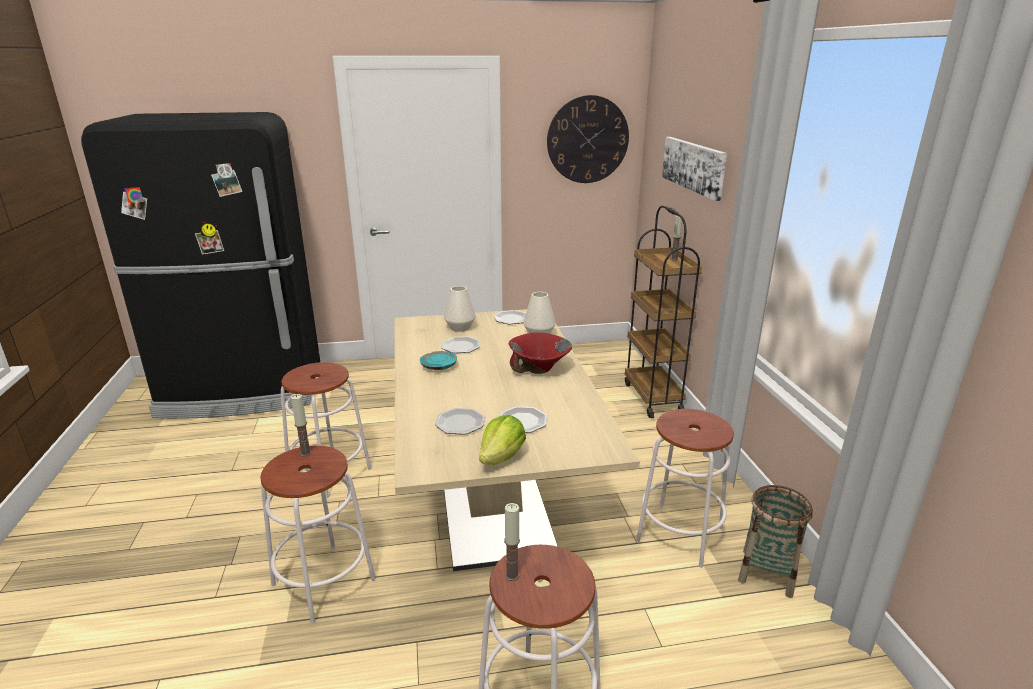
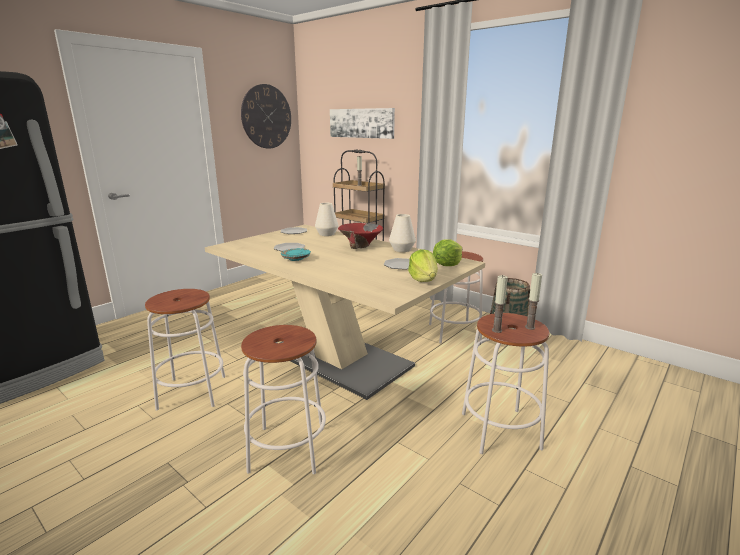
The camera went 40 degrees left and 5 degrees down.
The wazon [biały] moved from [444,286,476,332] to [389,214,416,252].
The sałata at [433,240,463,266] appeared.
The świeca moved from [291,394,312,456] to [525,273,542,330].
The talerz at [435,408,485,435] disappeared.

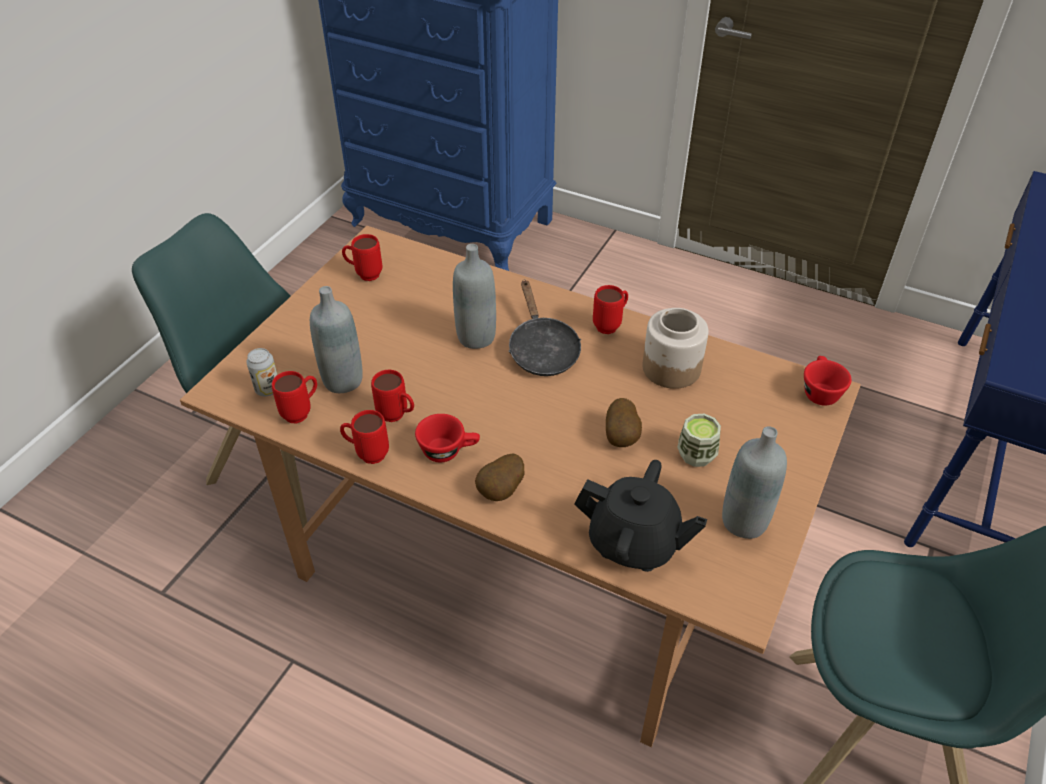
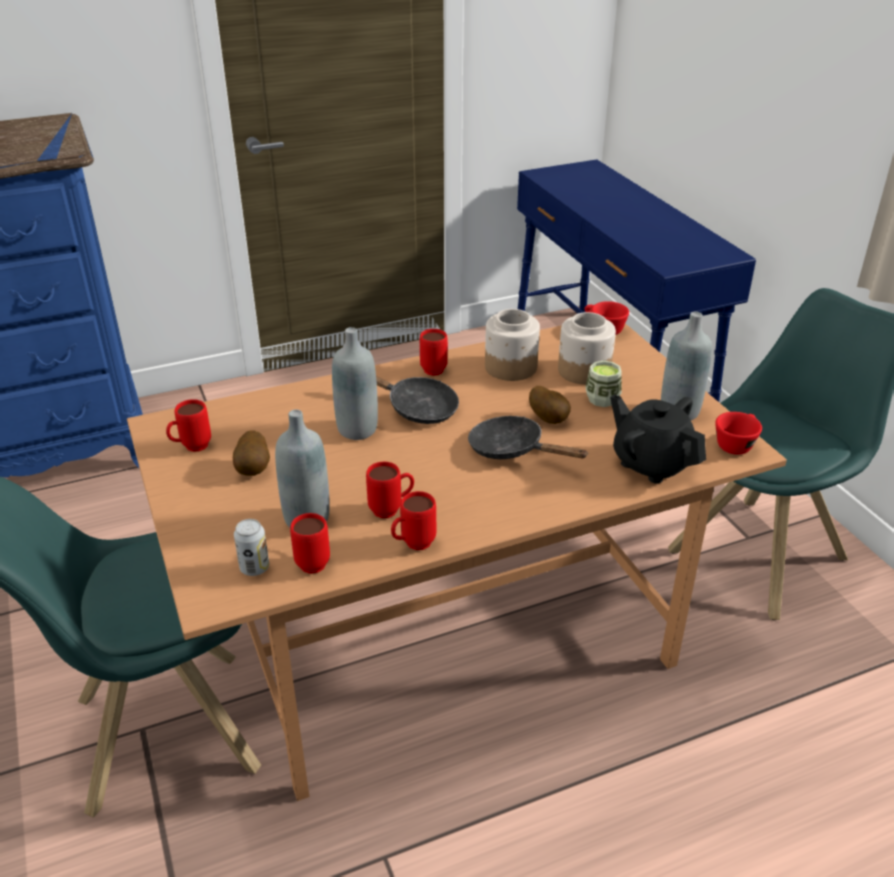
The camera went 50 degrees left and 10 degrees down.
The ziemniak moved from [475,453,524,501] to [233,430,270,476].
The patelnia [czarny] at [468,416,588,459] appeared.
The słoik at [558,312,616,385] appeared.
The imbryk [czarny] at [574,460,707,572] turned 105 degrees counterclockwise.
The filiżanka [czerwony] moved from [415,414,480,462] to [715,412,762,455].

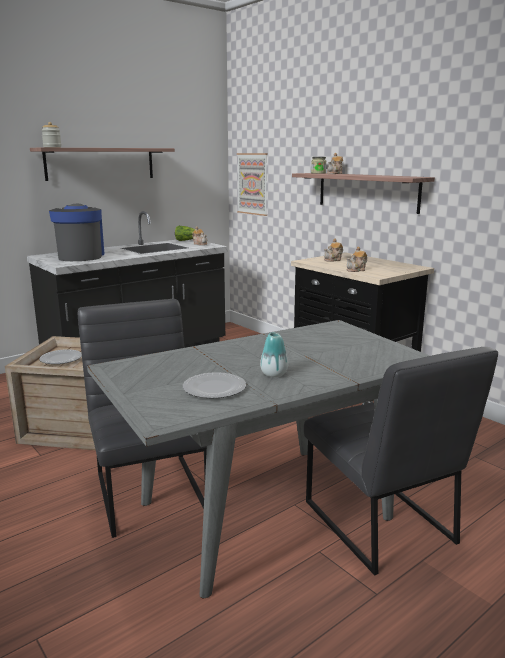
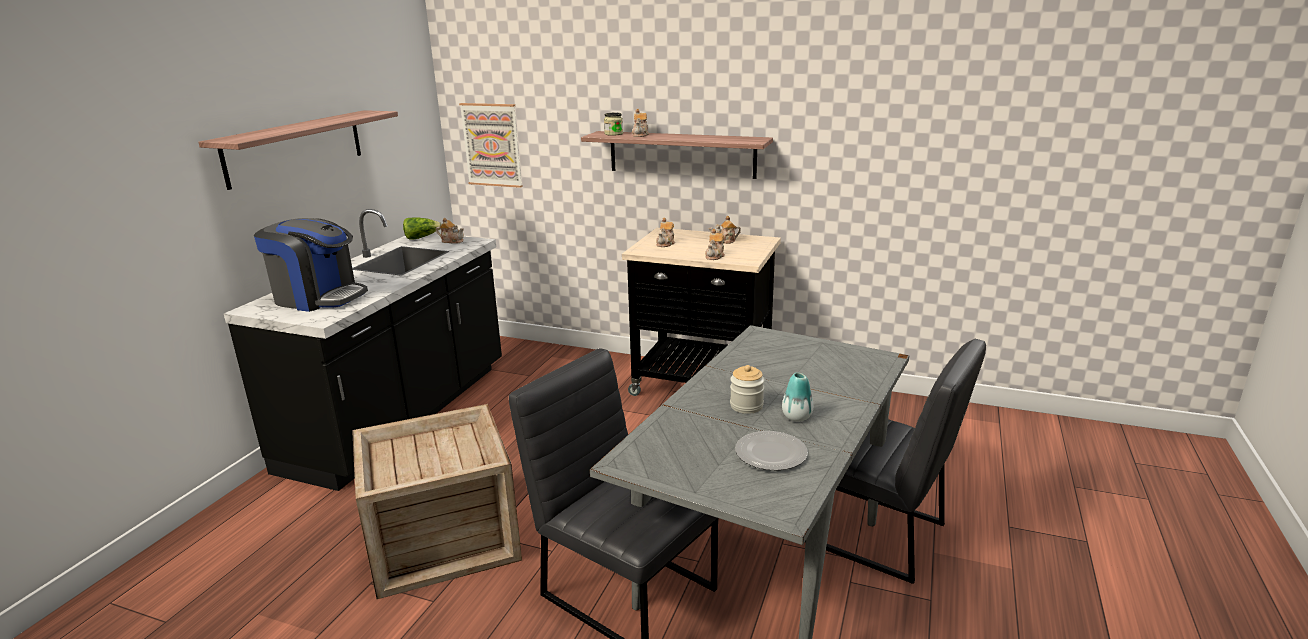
The camera went 30 degrees left and 5 degrees up.
The ekspres do kawy at [49,204,104,261] turned 150 degrees clockwise.
The imbryk at [708,216,741,244] appeared.
The słoik moved from [41,122,62,148] to [730,365,765,414].
The talerz at [39,349,82,364] disappeared.

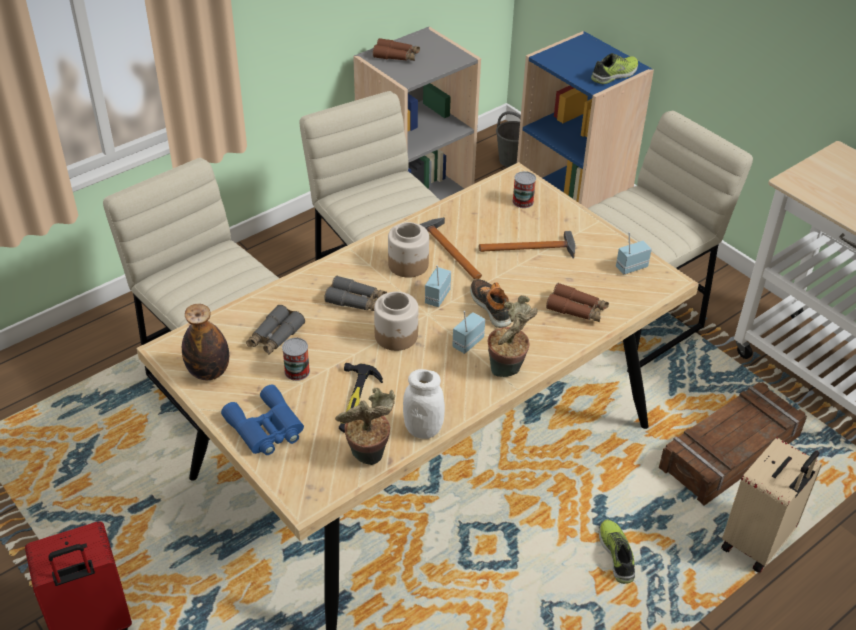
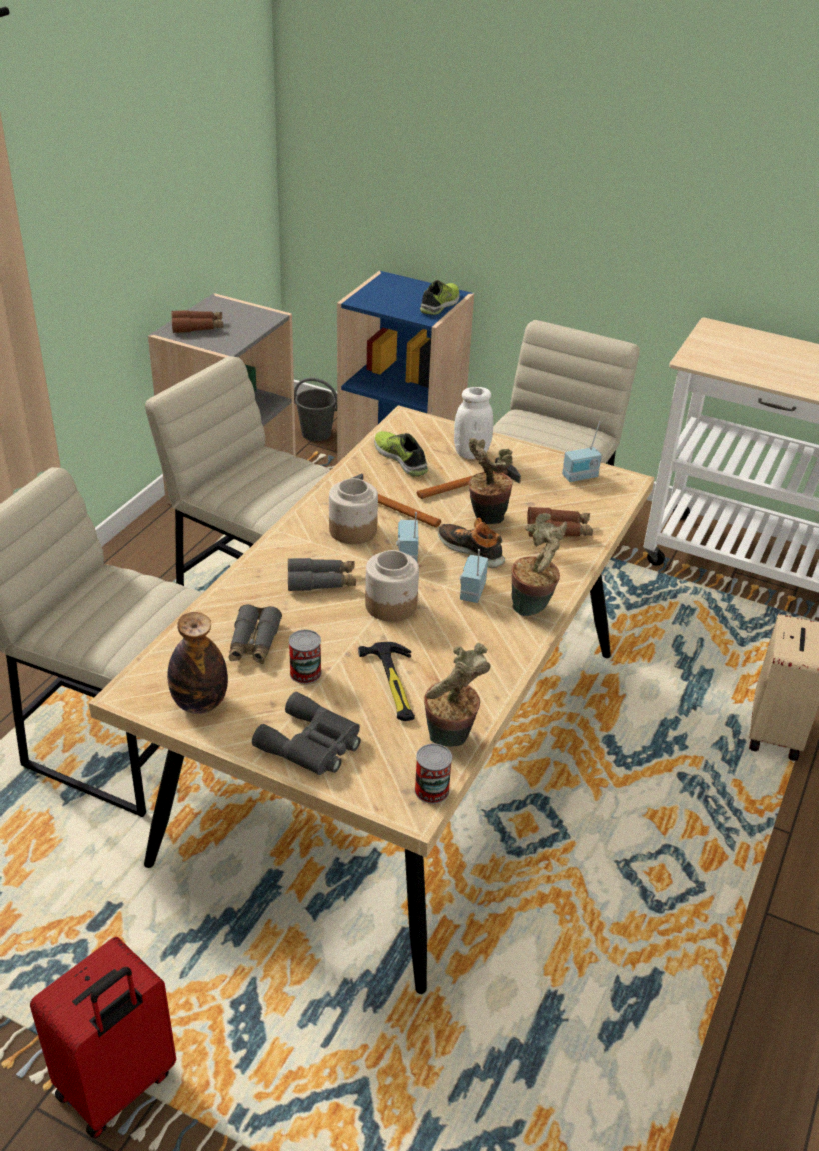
The camera went 25 degrees left and 5 degrees down.
The lornetka [niebieski] at [221,384,304,455] became the lornetka [szary] at [252,692,361,775].
The but moved from [599,520,635,584] to [374,431,428,477].
The puszka moved from [512,171,536,208] to [414,744,452,804].
The słoik [biały] moved from [403,369,445,439] to [454,387,493,459].
The roślina doniczkowa at [468,438,513,524] appeared.
The radio at [616,232,652,274] turned 150 degrees counterclockwise.
The skrzynka at [659,382,807,506] disappeared.

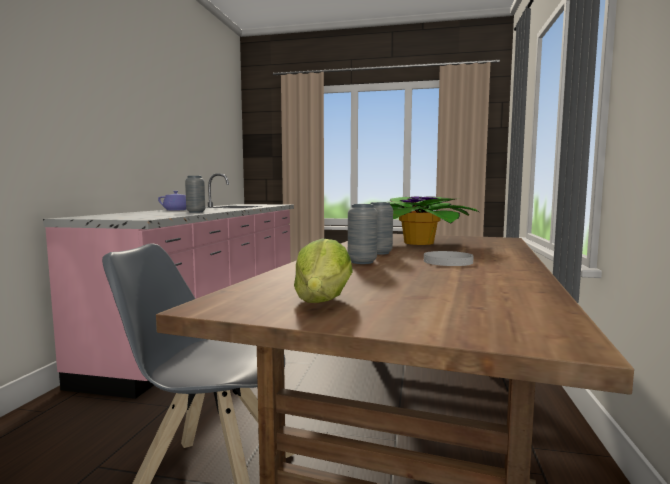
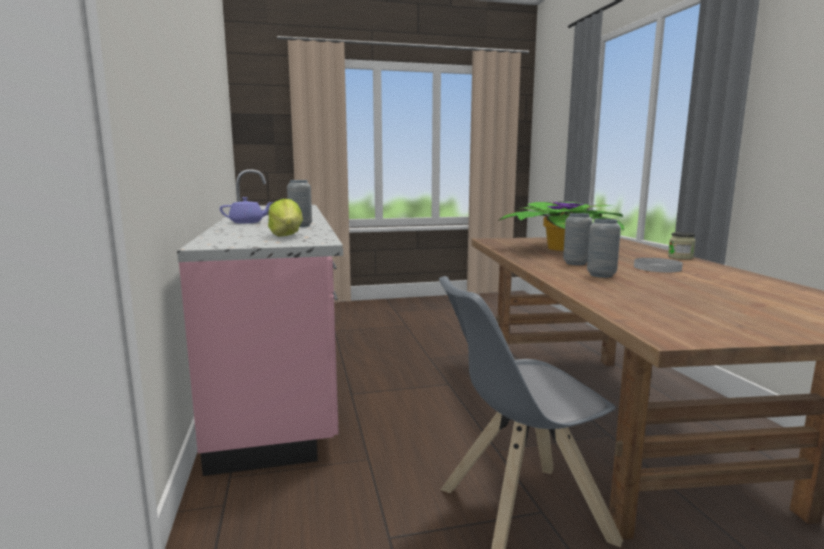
The camera went 25 degrees left and 5 degrees up.
The sałata moved from [294,238,353,303] to [268,199,303,237].
The słoik at [668,232,696,259] appeared.

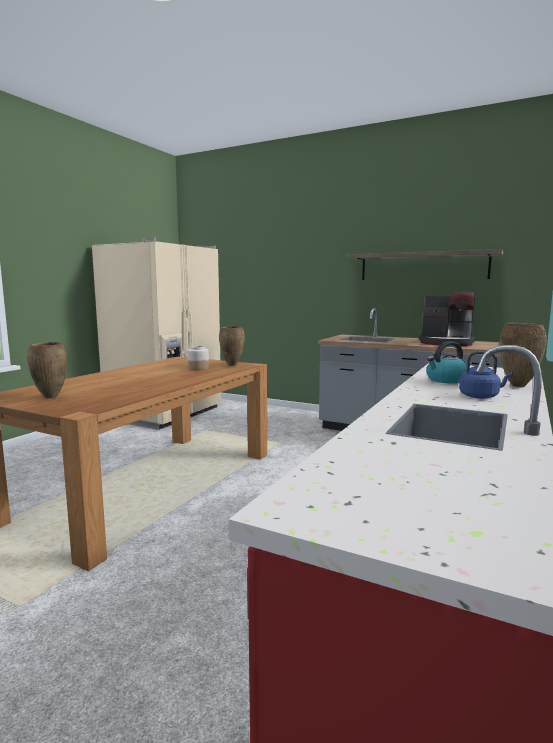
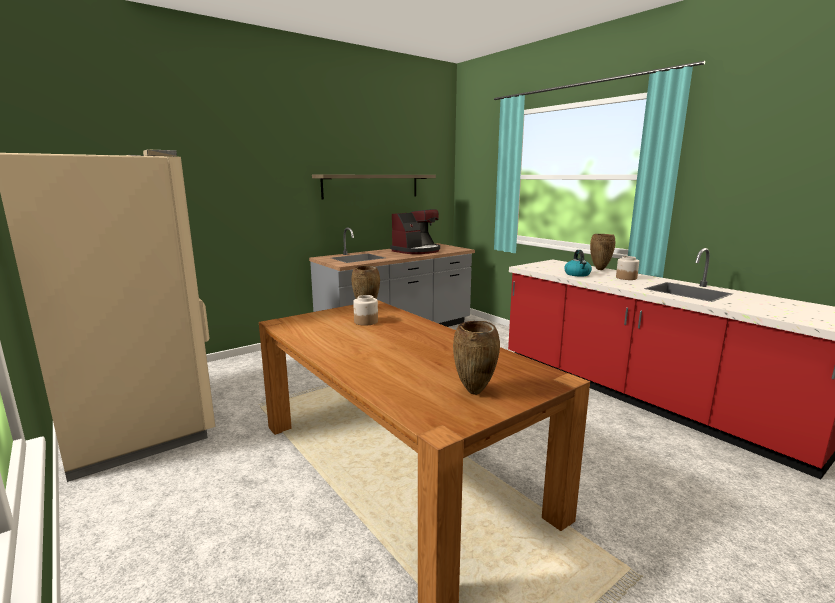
The camera went 65 degrees left and 5 degrees up.
The czajnik [niebieski] at [459,351,513,399] was replaced by the słoik at [616,256,639,280].

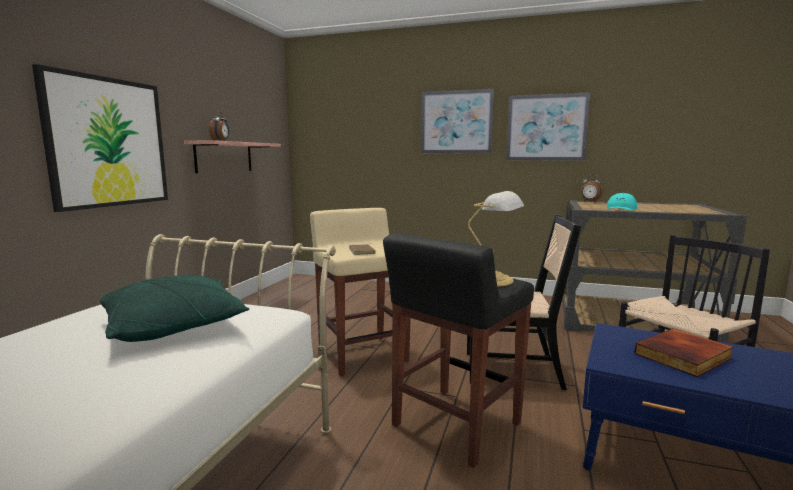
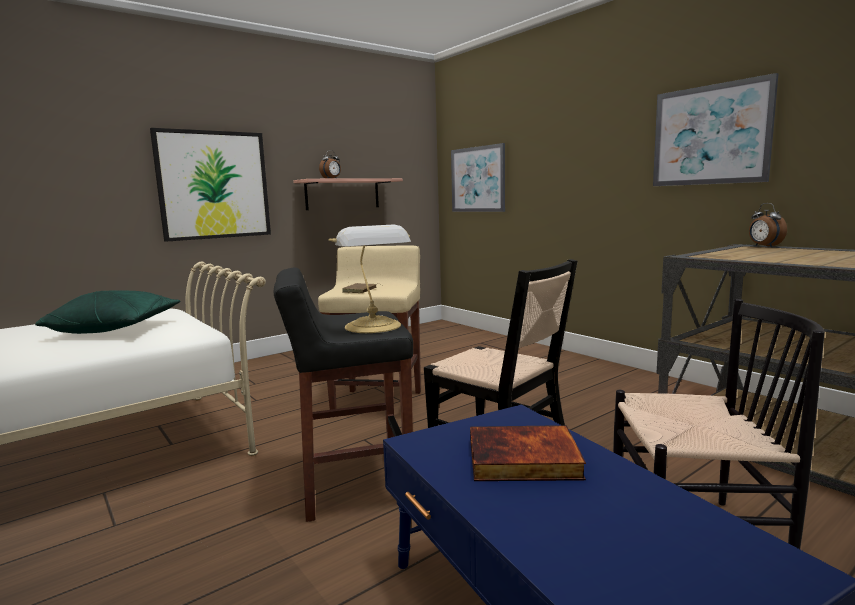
The camera went 35 degrees right and 0 degrees up.
The obraz moved from [421,89,494,153] to [451,143,505,212].
The czapka z daszkiem [turkusowy] at [607,193,638,211] disappeared.

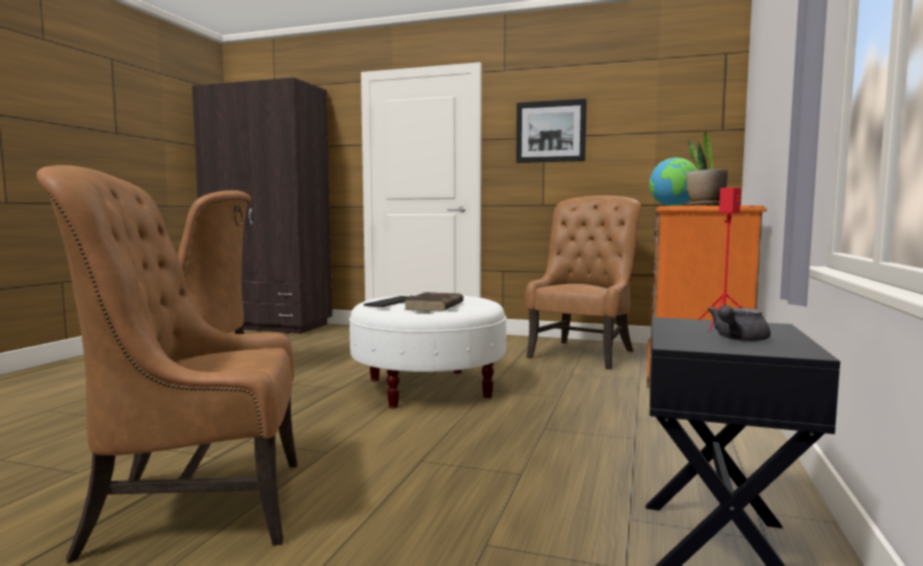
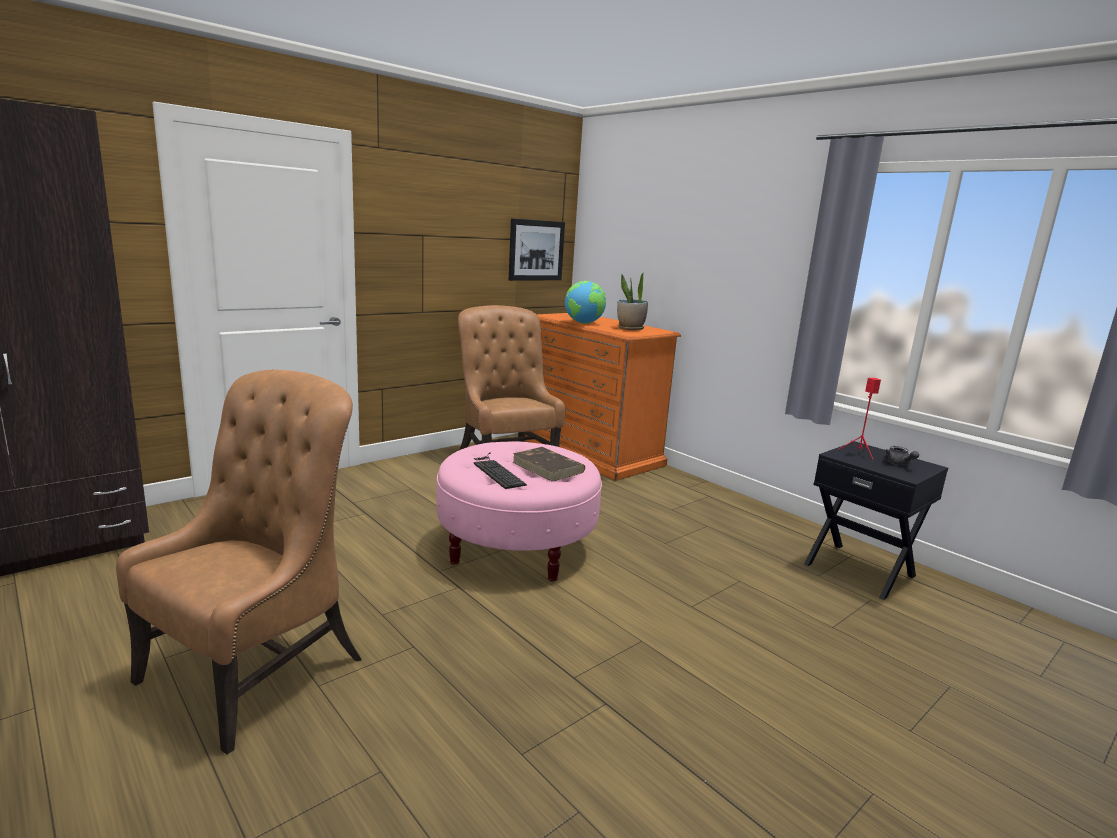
The camera went 60 degrees left and 10 degrees up.
The pufa [biały] at [349,295,506,408] became the pufa [różowy] at [436,441,602,581].
The obraz moved from [516,99,587,163] to [509,218,565,281].
The krzesło [brązowy] at [37,165,297,564] disappeared.

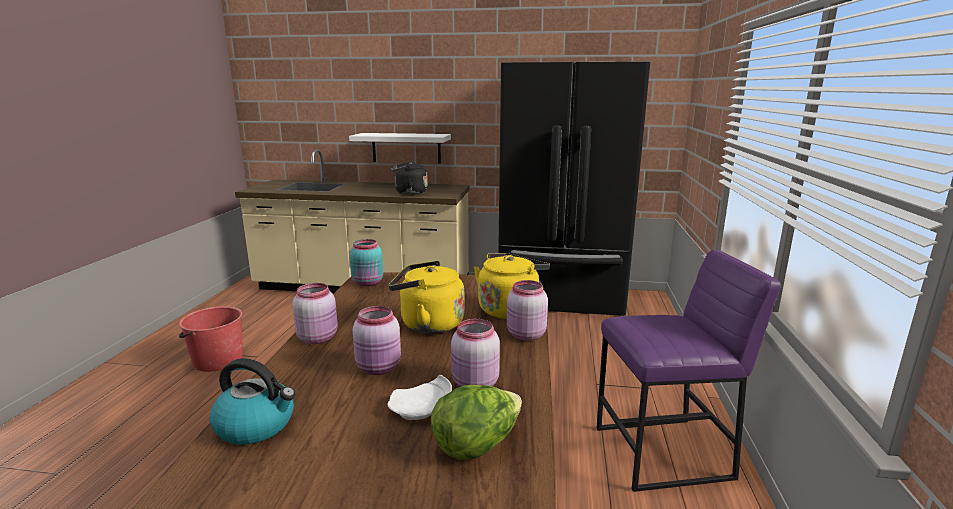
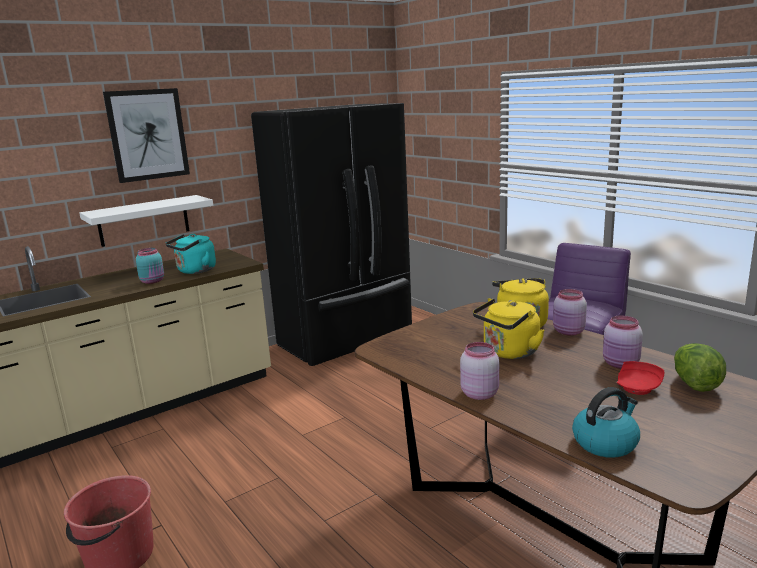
The camera went 45 degrees left and 0 degrees up.
The obraz at [103,88,190,183] appeared.
The słoik [turkusowy] moved from [350,239,383,286] to [136,248,164,284].
The czajnik [czarny] at [391,161,428,195] became the czajnik [turkusowy] at [165,234,216,274].
The talerz [biały] at [387,375,452,420] became the talerz [czerwony] at [617,361,664,395].
The słoik [różowy] at [353,306,401,375] disappeared.

